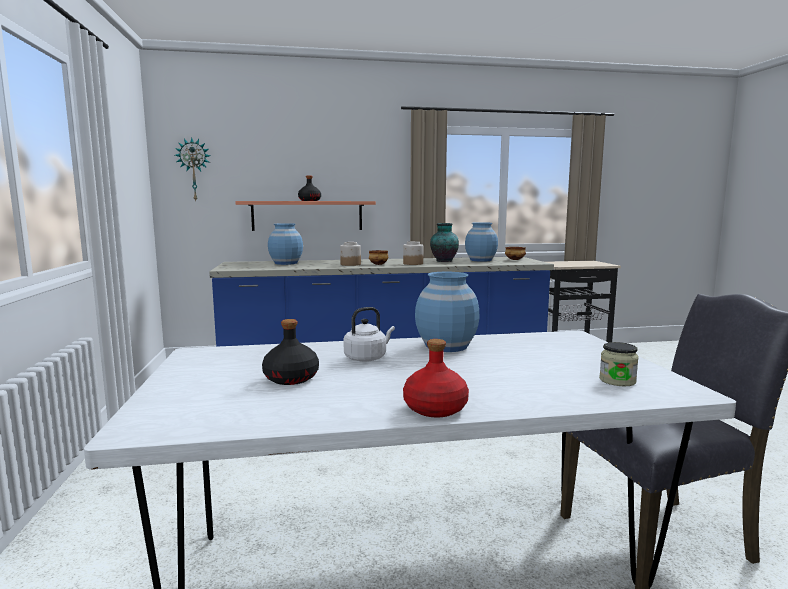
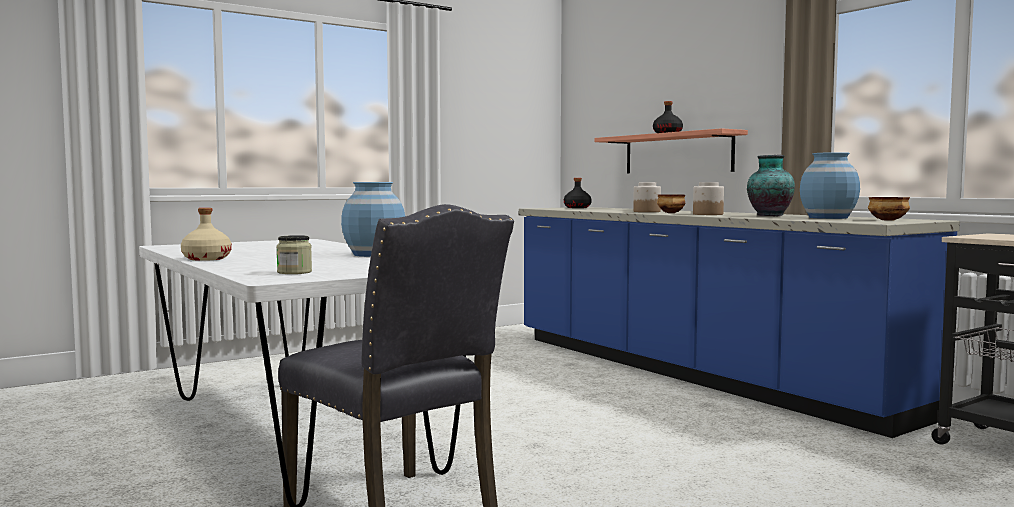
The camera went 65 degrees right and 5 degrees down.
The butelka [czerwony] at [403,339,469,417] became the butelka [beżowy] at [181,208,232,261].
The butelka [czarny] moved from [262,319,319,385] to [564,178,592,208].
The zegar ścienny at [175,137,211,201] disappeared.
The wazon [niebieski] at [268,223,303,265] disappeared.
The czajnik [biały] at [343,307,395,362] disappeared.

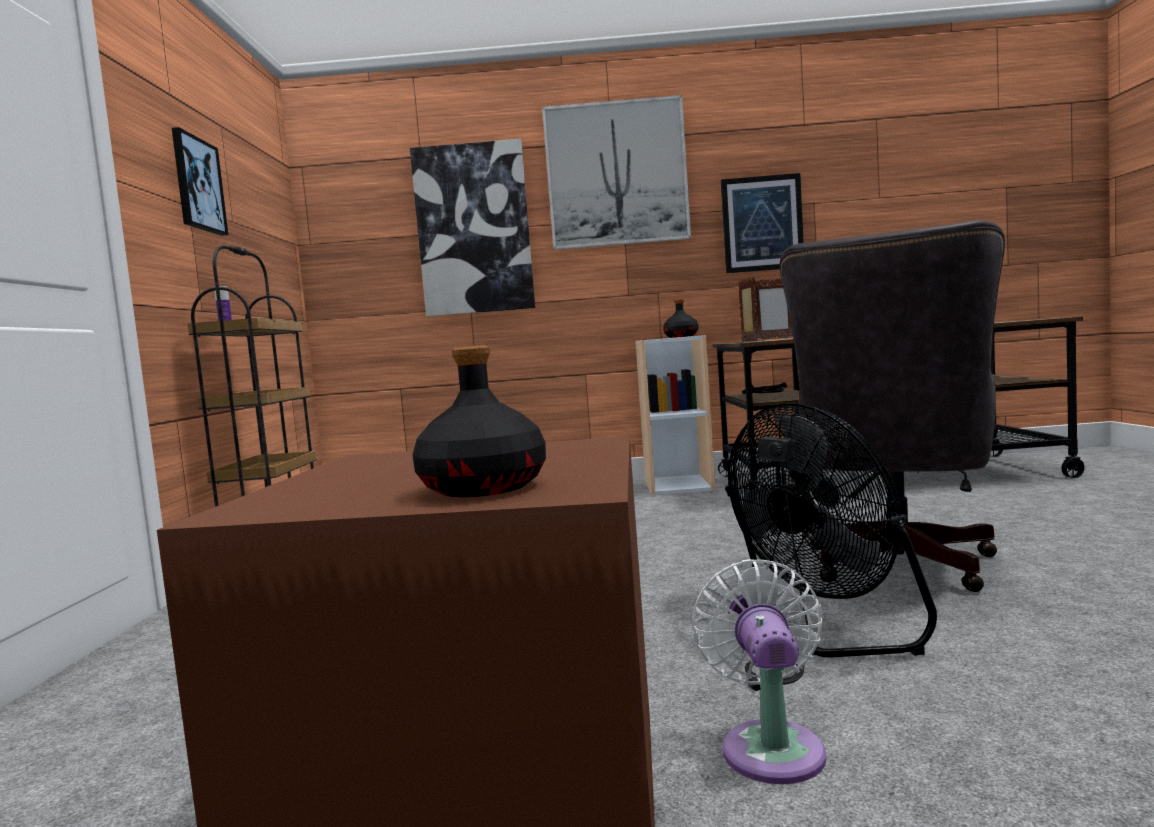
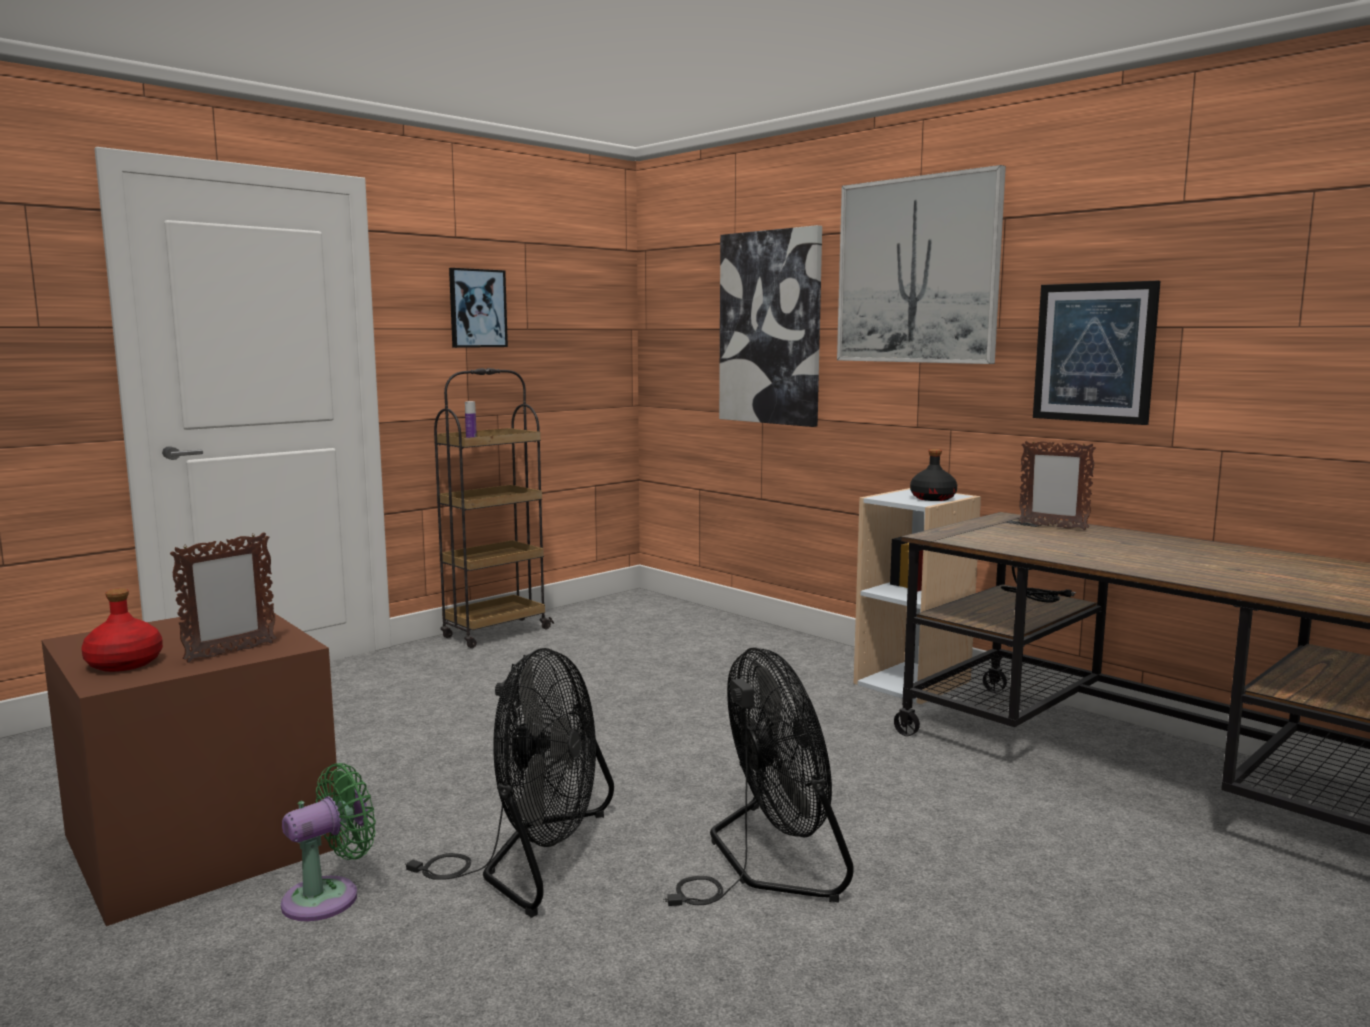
The camera went 45 degrees right and 5 degrees up.
The butelka [czarny] at [413,345,546,497] became the butelka [czerwony] at [81,588,163,672].
The ramka na zdjęcie moved from [738,277,758,342] to [170,532,277,663].
The wentylator [biały] at [693,559,826,784] became the wentylator [zielony] at [281,763,376,921].
The krzesło biurowe [szary] at [780,220,1005,592] was replaced by the wentylator [czarny] at [663,647,854,906].

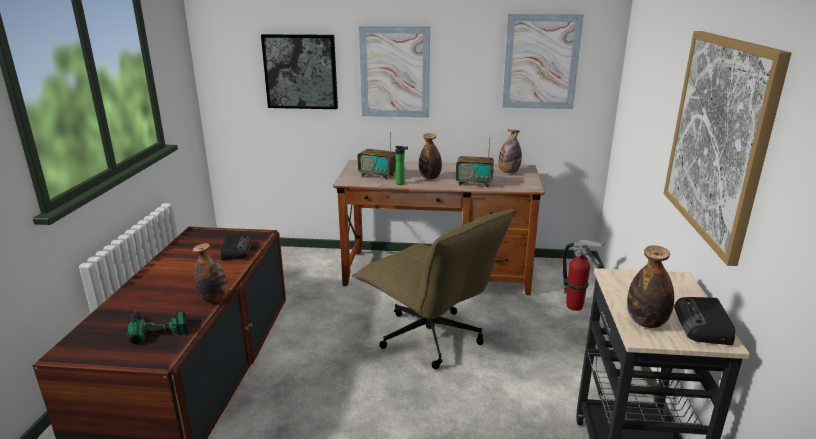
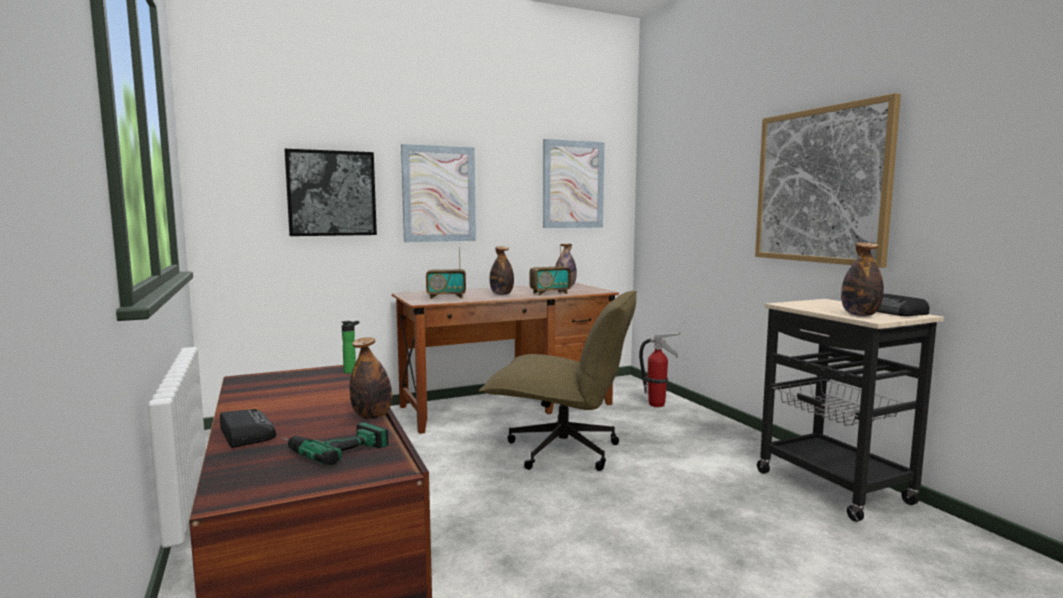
The camera went 30 degrees left and 15 degrees down.
The radio moved from [220,235,252,260] to [220,409,276,448].
The butelka moved from [395,146,408,185] to [341,321,359,374].

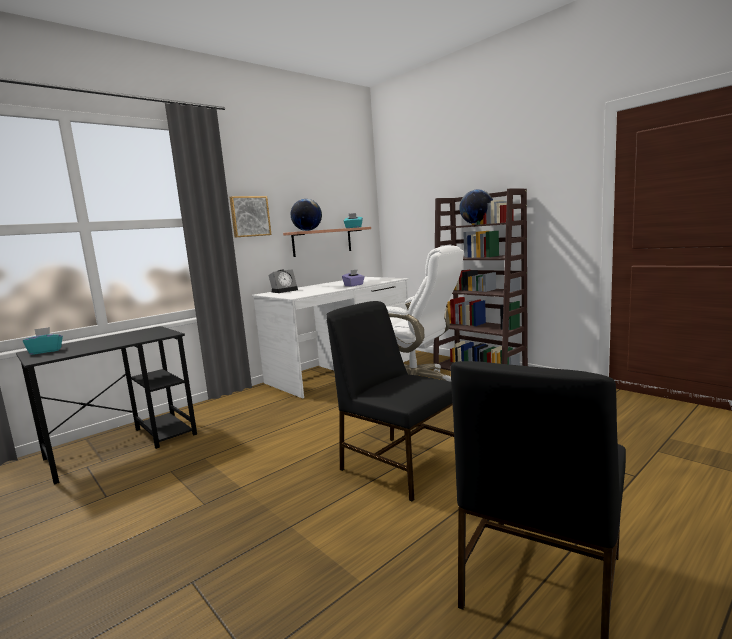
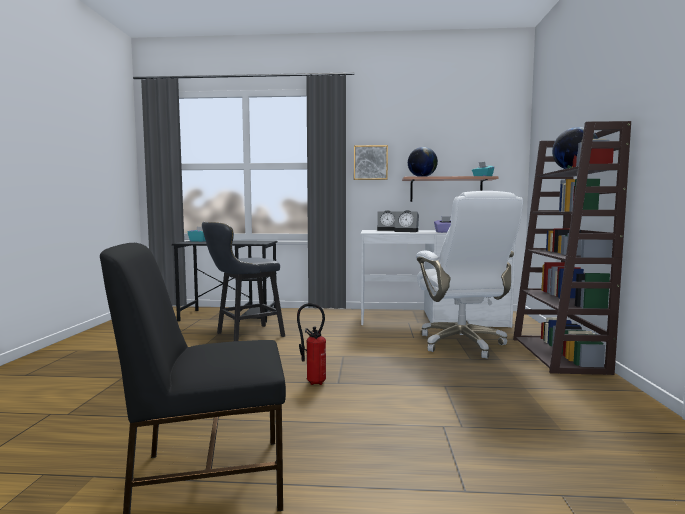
The camera went 45 degrees right and 5 degrees down.
The stołek [szary] at [202,222,286,341] appeared.
The krzesło [czarny] at [326,301,454,501] was replaced by the gaśnica at [297,303,326,385].
The budzik at [394,211,419,232] appeared.

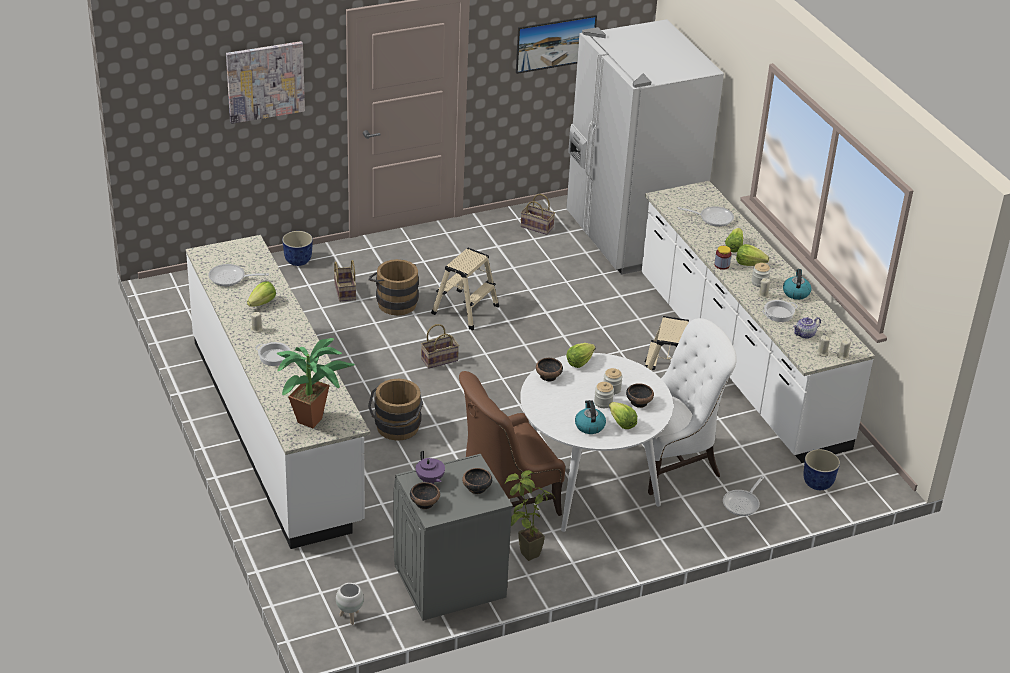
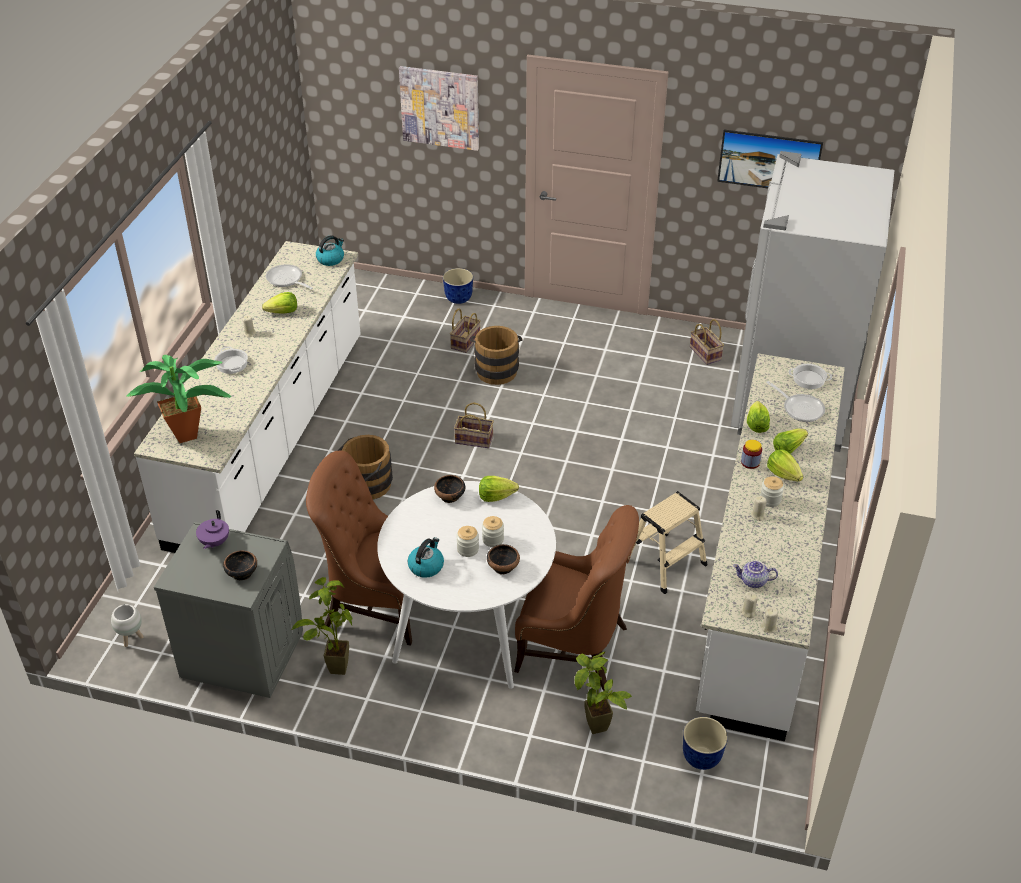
The camera went 40 degrees right and 5 degrees up.
The czajnik moved from [783,269,811,300] to [316,235,344,266].
The krzesło [biały] at [643,318,737,495] became the krzesło [brązowy] at [514,505,639,691].
The patelnia at [723,476,764,516] was replaced by the roślina doniczkowa at [575,652,632,734].
The sałata moved from [609,402,637,429] to [747,401,770,433].
The garnek moved from [762,300,798,322] to [788,364,832,389].
The miska at [410,482,440,509] disappeared.
The drabinka [beżowy] at [431,247,499,330] disappeared.

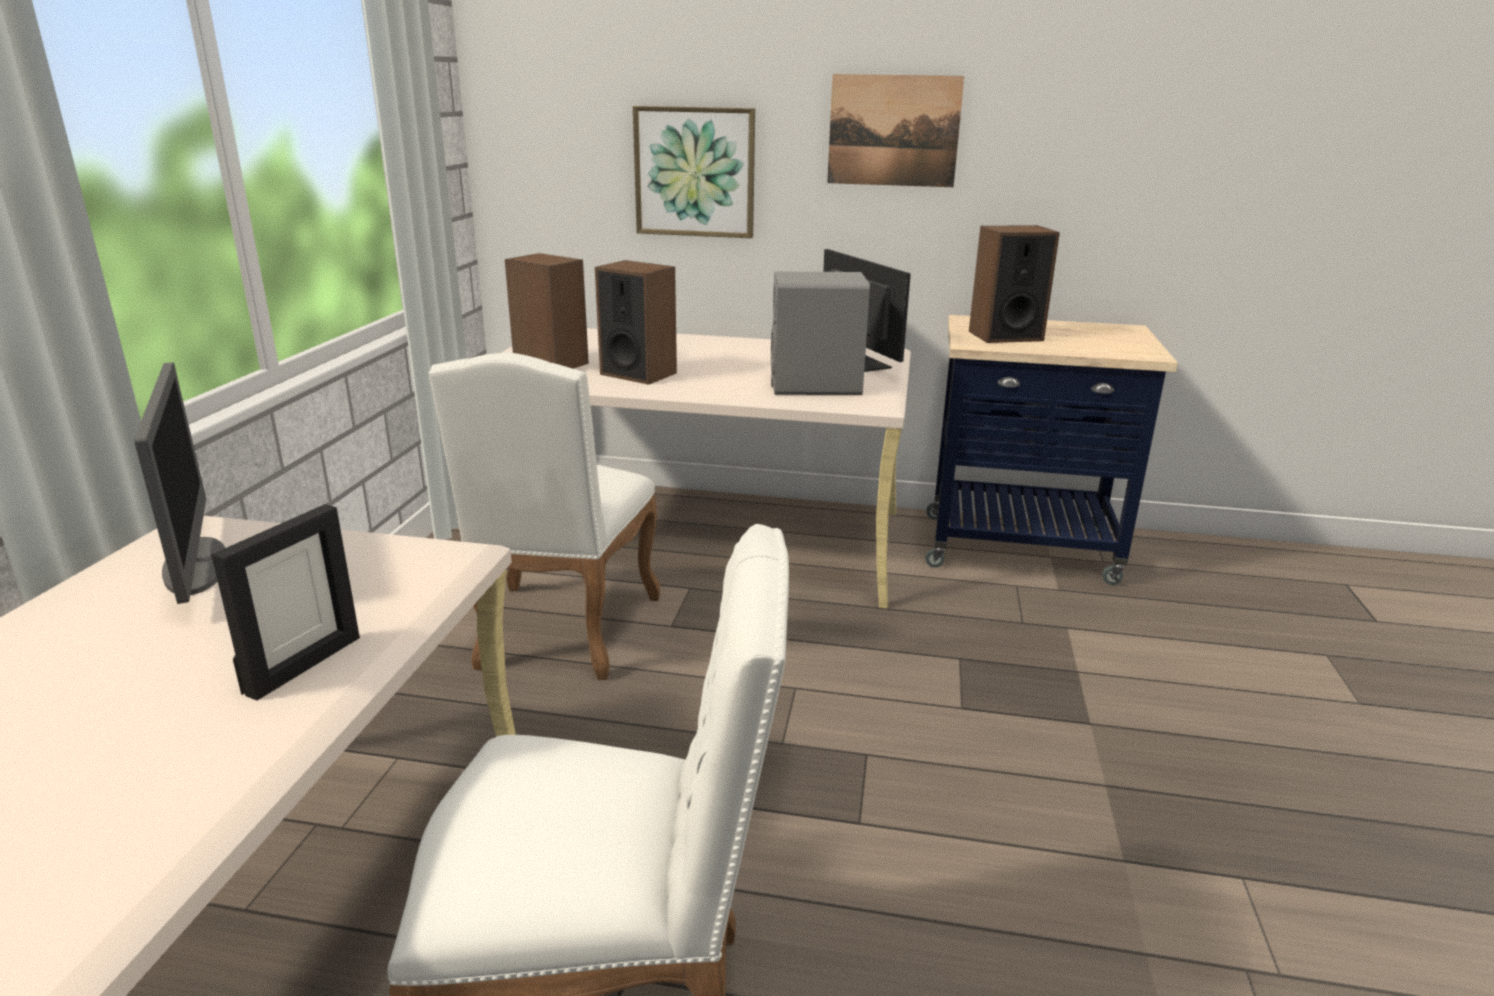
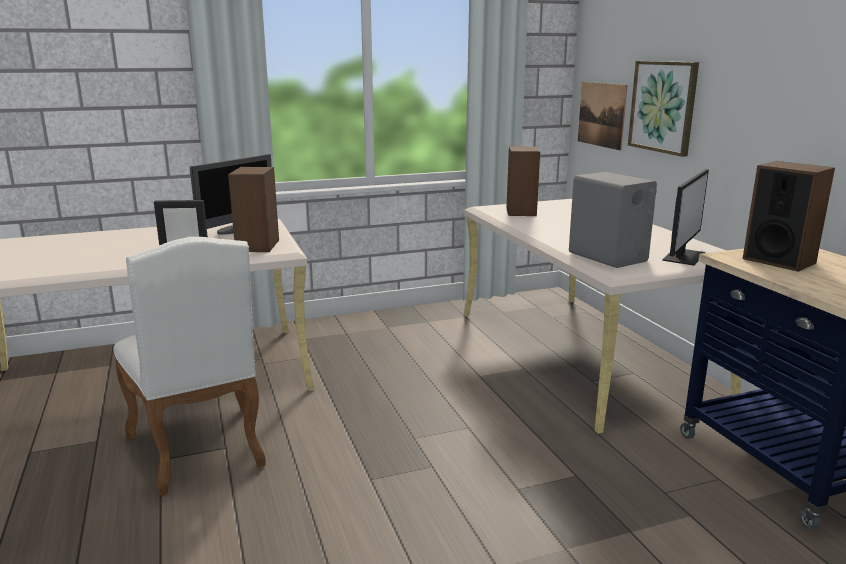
The camera went 60 degrees right and 5 degrees down.
The głośnik moved from [595,260,677,385] to [228,167,279,252].
The obraz moved from [827,74,965,187] to [578,82,628,151].
The krzesło [biały] at [428,352,660,680] disappeared.

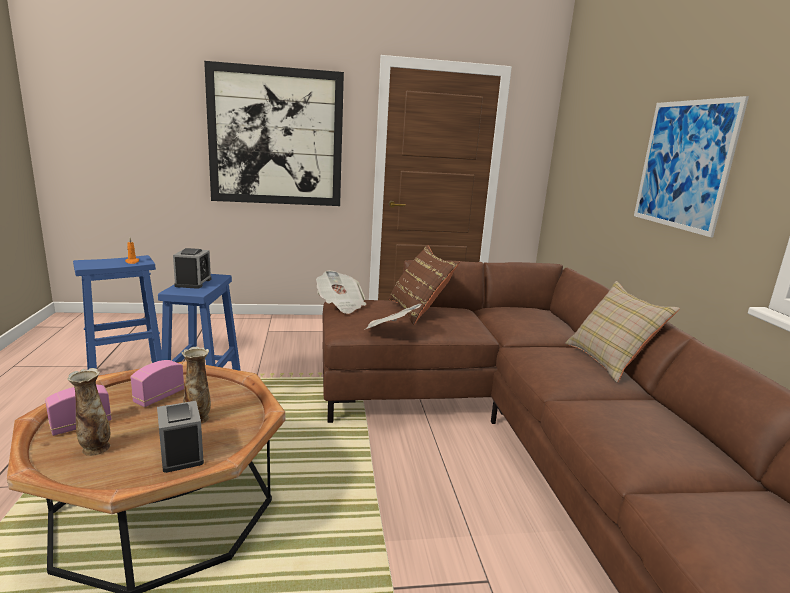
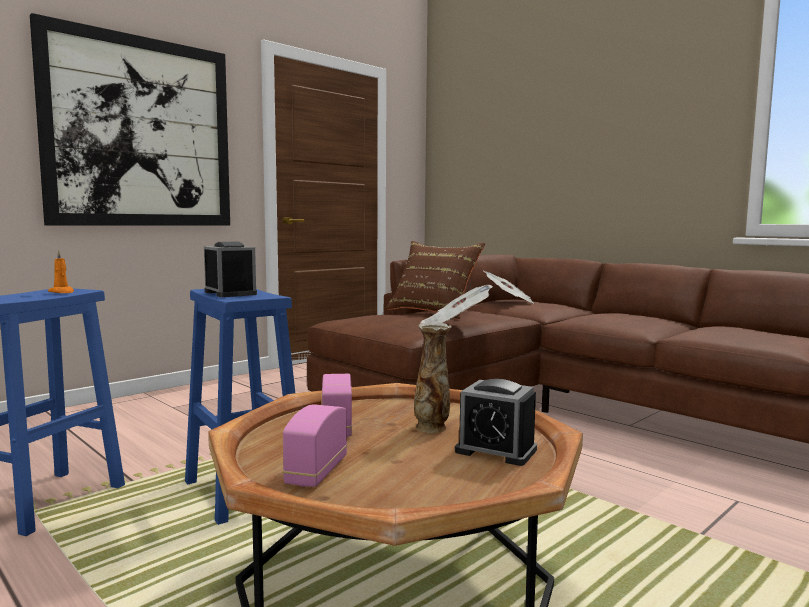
The camera went 35 degrees left and 10 degrees down.
The gazeta moved from [316,270,366,314] to [484,271,535,304].
The wazon at [67,368,110,456] disappeared.
The poduszka [beżowy] at [565,281,680,383] disappeared.
The obraz at [634,96,749,237] disappeared.

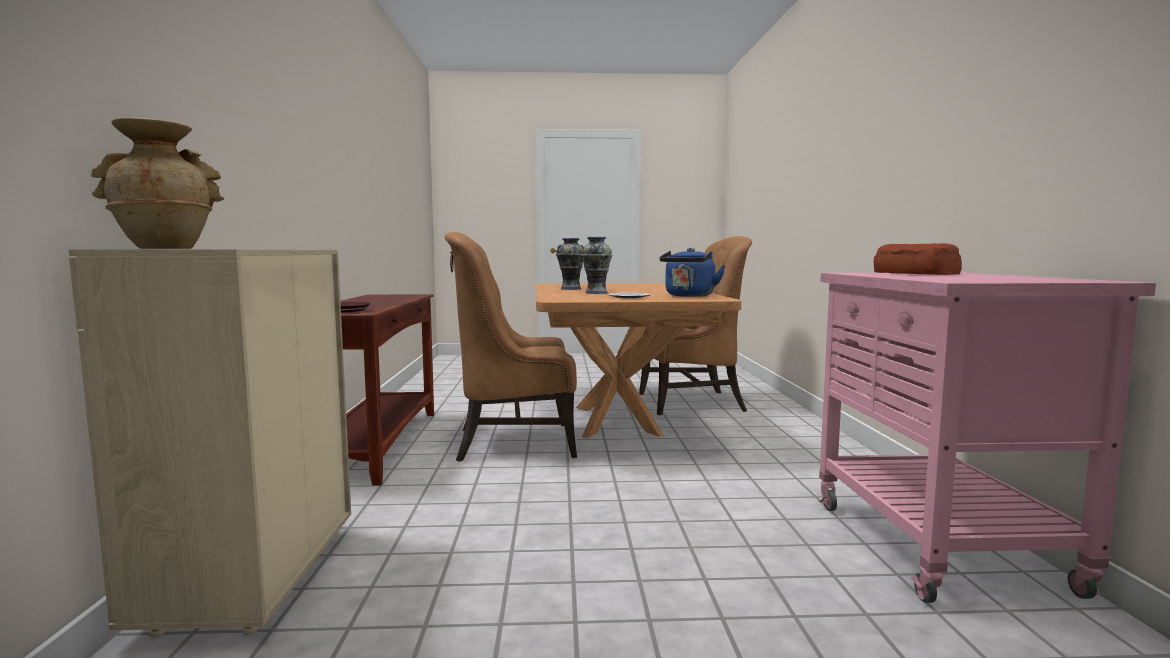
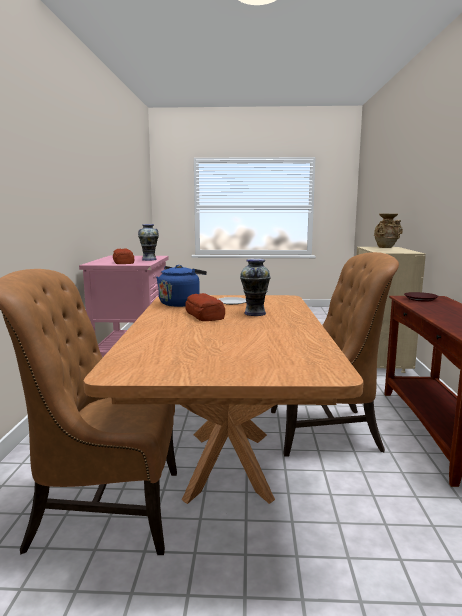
The camera went 175 degrees left and 5 degrees up.
The wazon moved from [556,238,584,290] to [138,224,159,261].
The chleb at [185,293,225,321] appeared.

